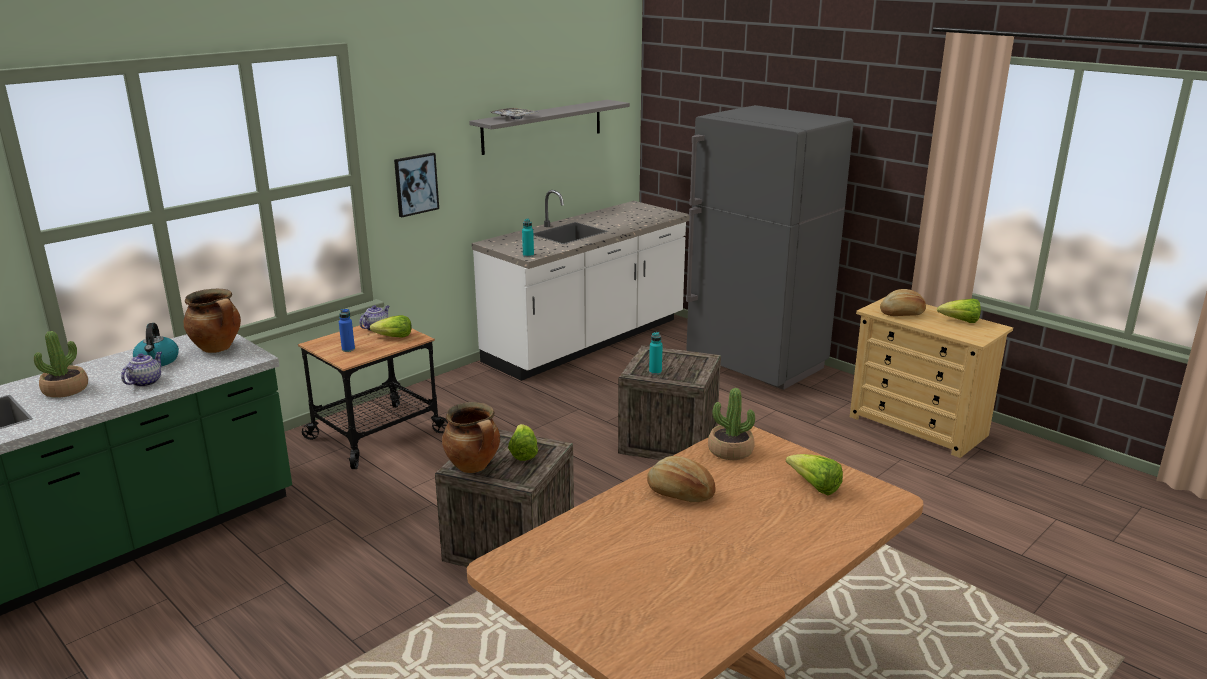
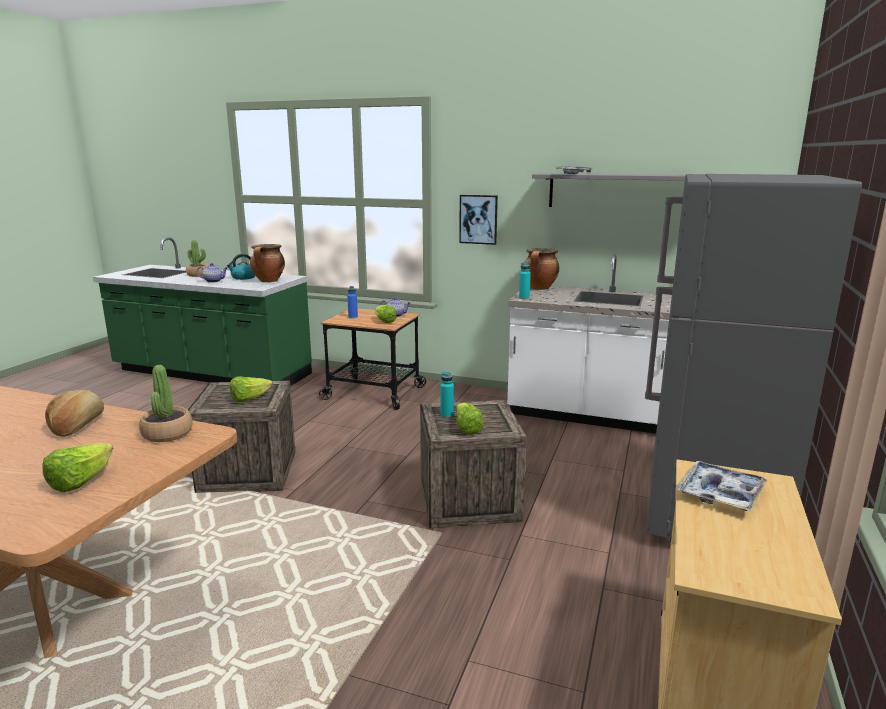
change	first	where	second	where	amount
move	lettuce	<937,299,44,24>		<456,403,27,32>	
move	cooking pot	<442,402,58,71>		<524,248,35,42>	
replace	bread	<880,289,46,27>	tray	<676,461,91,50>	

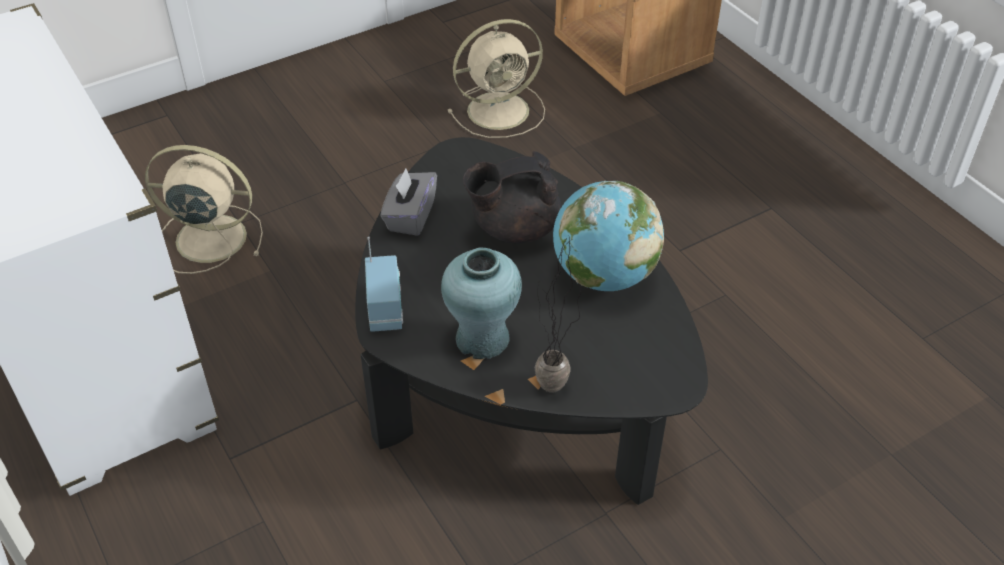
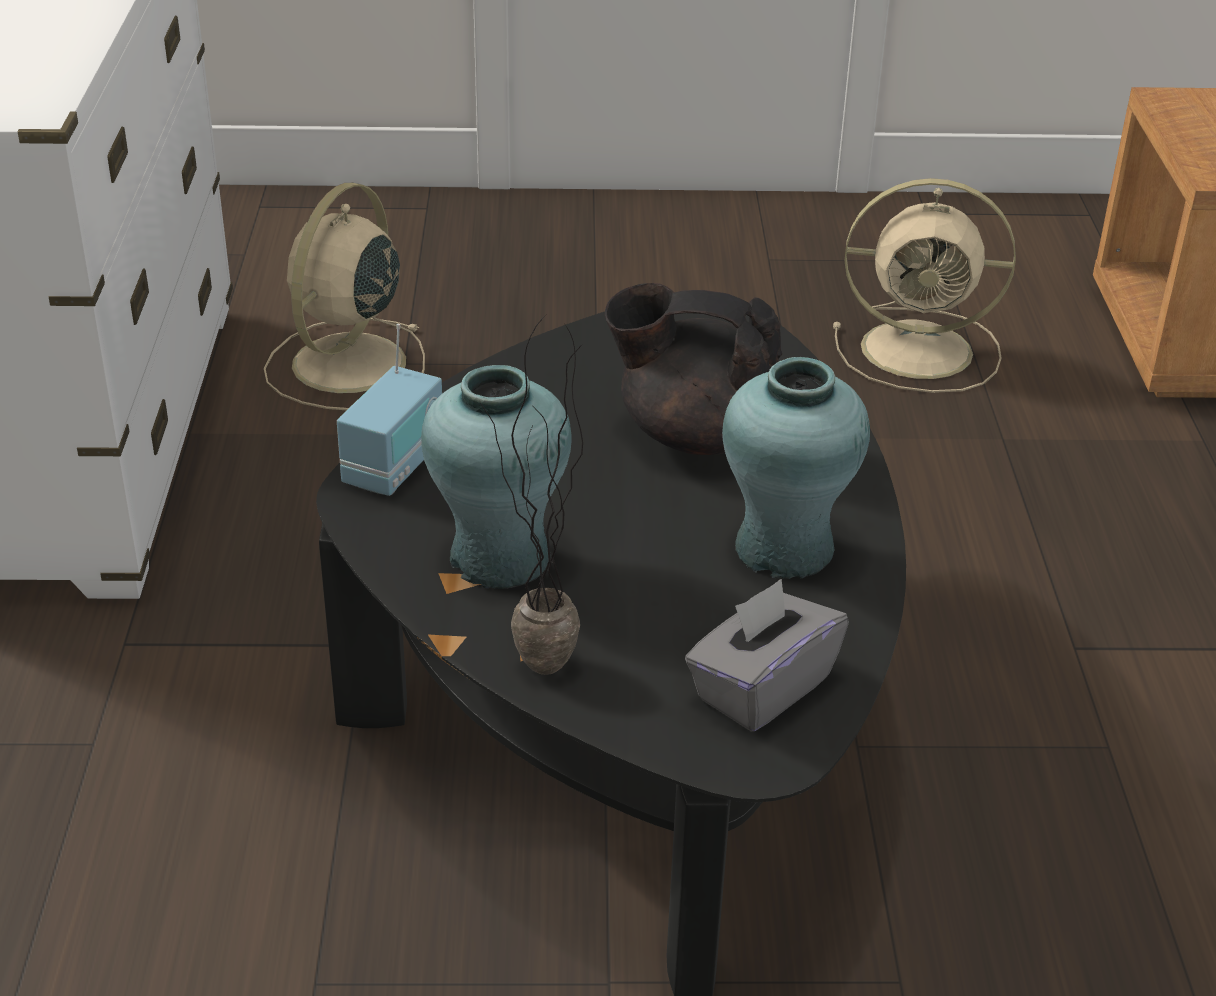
change	first	where	second	where	amount
rotate	beige fan	<145,145,118,129>		<264,183,161,227>	105 degrees counterclockwise
move	grey tissue box	<380,169,57,67>		<685,579,164,153>	
replace	globe	<553,180,111,111>	turquoise vase	<722,357,148,222>	

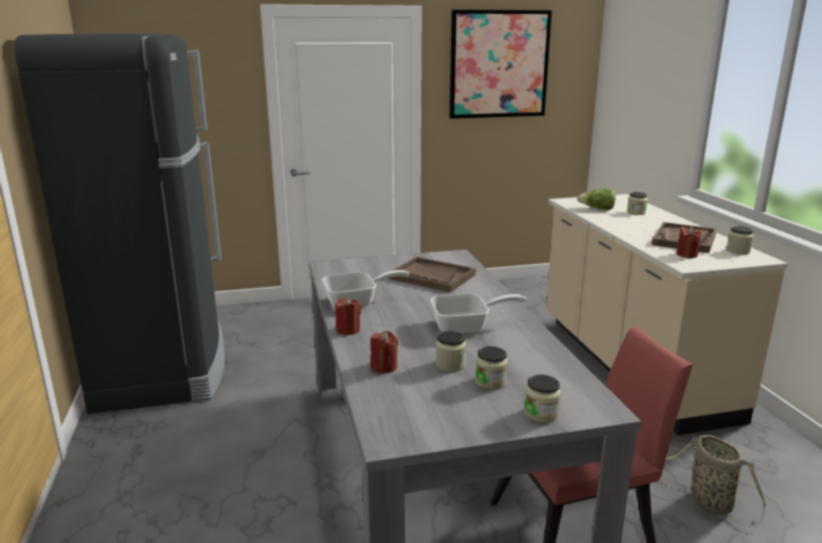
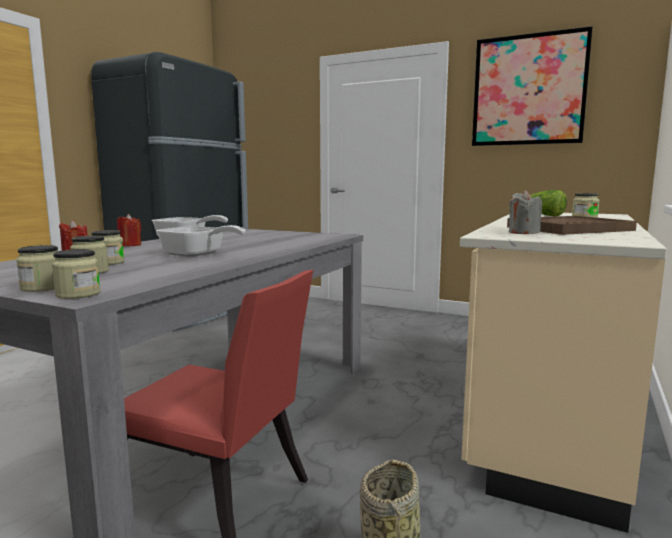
change	first	where	second	where	amount
move	jar	<726,226,27,29>		<52,249,48,50>	
recolor	red candle	<676,226,25,32>	grey candle	<509,190,33,44>	
delete	brown tray	<388,257,88,35>			

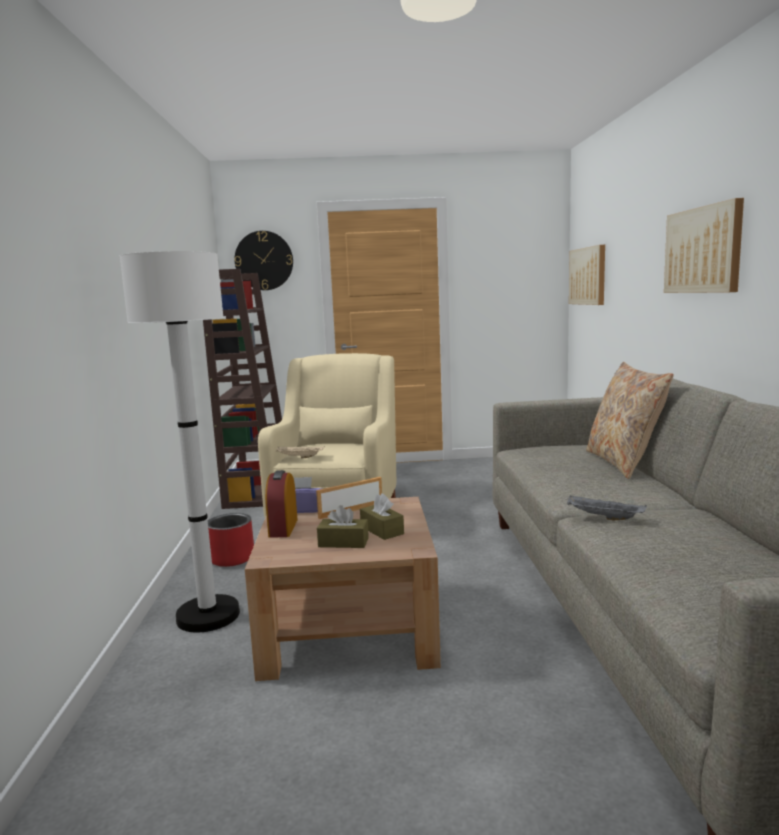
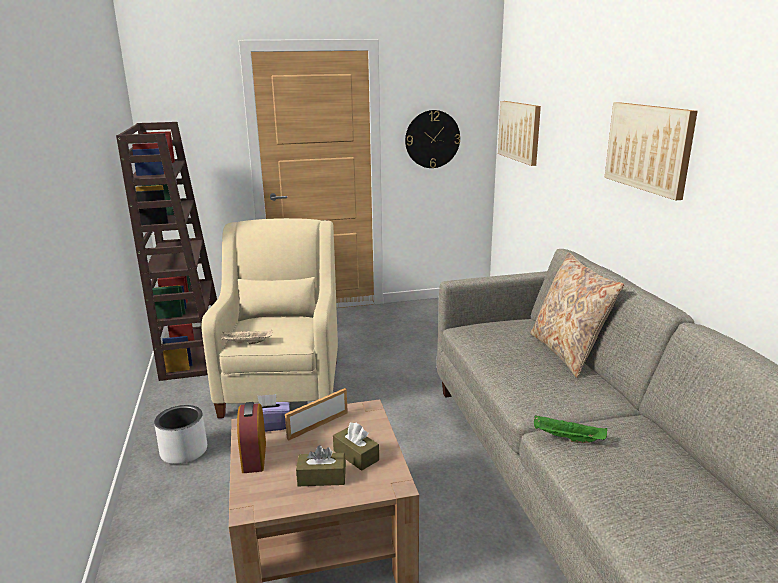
change	first	where	second	where	amount
recolor	red planter	<208,513,46,54>	white planter	<154,405,53,59>	
move	wall clock	<234,231,59,59>		<405,110,55,58>	
recolor	grey tray	<567,495,80,25>	green tray	<534,415,73,28>	
delete	white floor lamp	<120,251,120,382>			

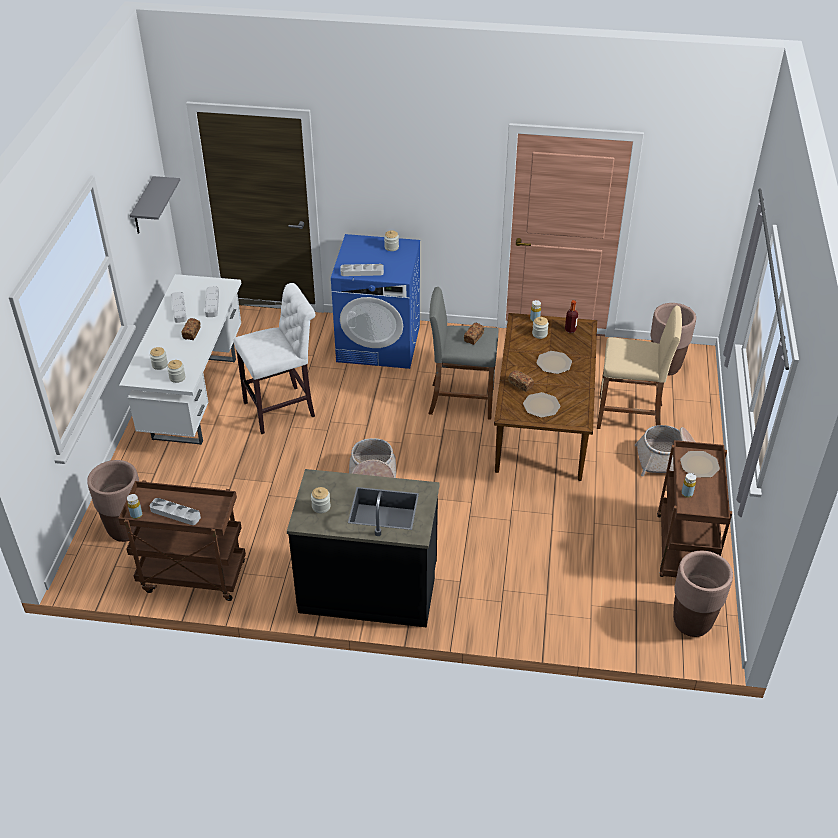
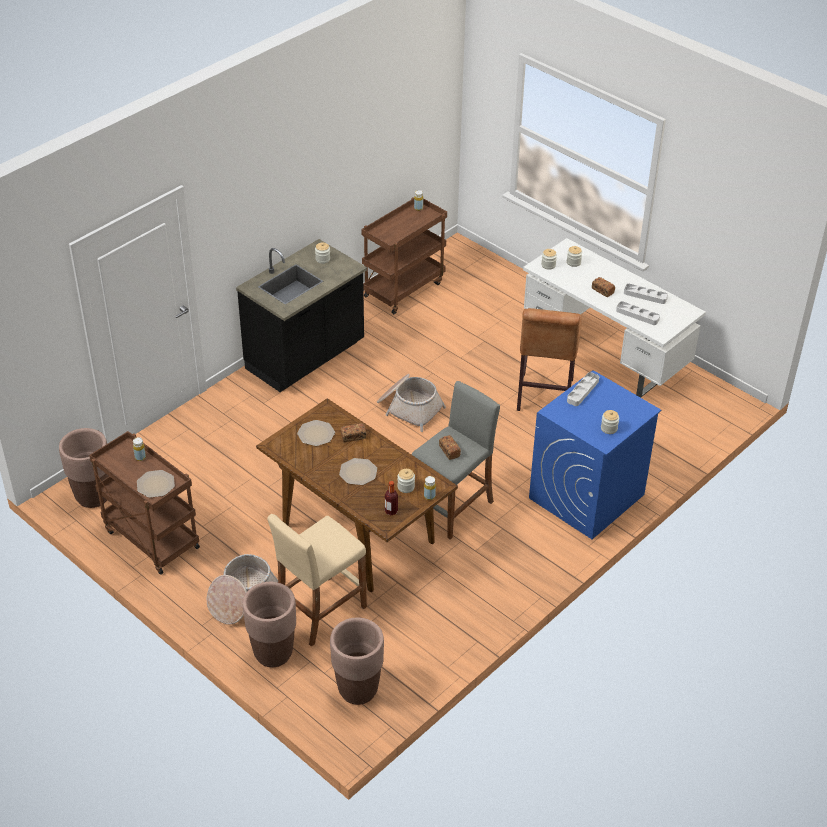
change	first	where	second	where	amount
move	brown planter	<87,460,52,82>		<243,582,53,85>	
recolor	white stool	<234,283,81,151>	brown stool	<517,308,65,103>	
delete	grey shelf	<130,176,50,58>			
delete	grey tray	<150,498,51,27>			

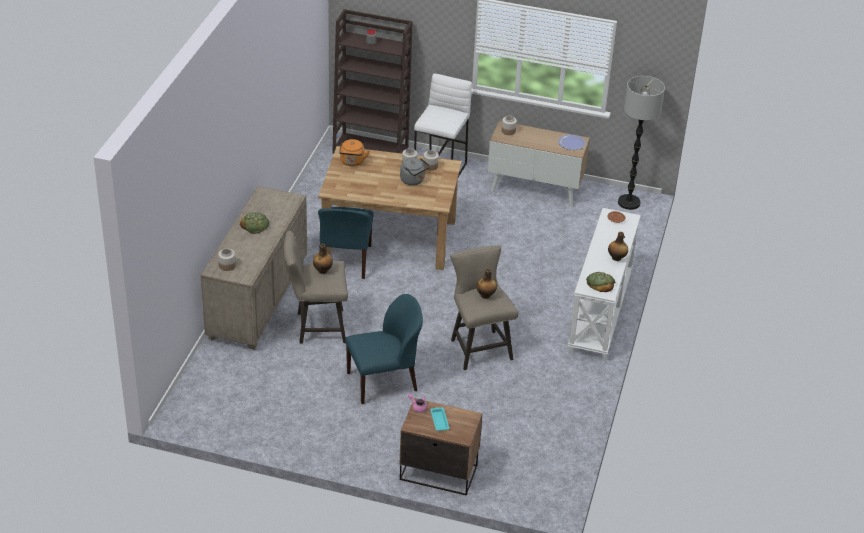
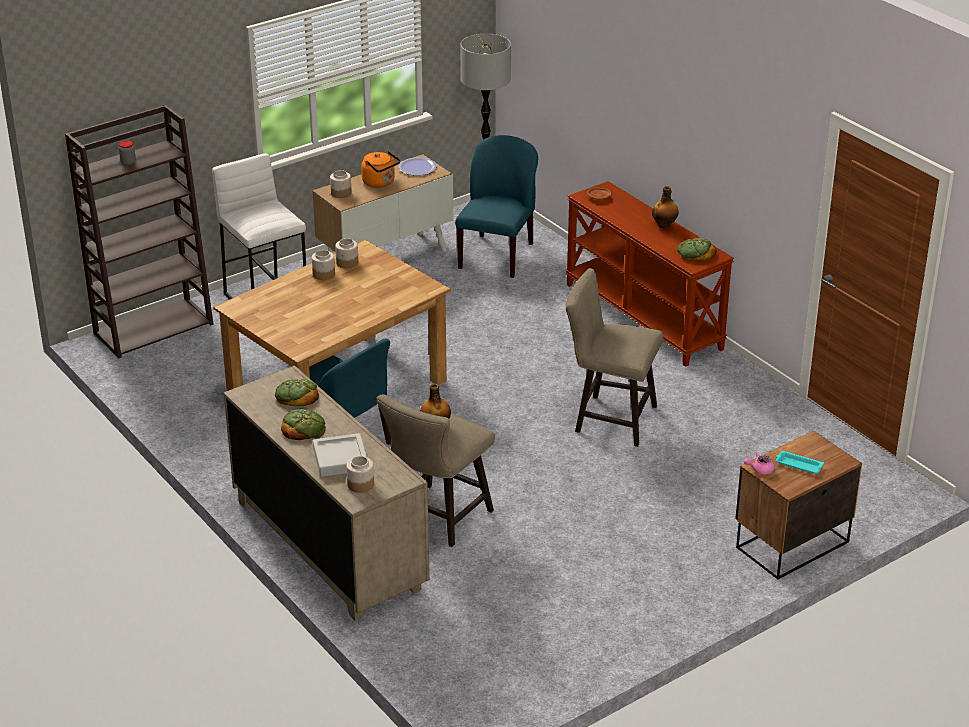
change	first	where	second	where	amount
insert			bread	<275,379,44,27>	
insert			grey tray	<313,433,54,44>	
move	orange kettle	<339,139,31,27>		<361,151,39,37>	
move	blue chair	<345,294,78,110>		<455,135,83,143>	
recolor	white console table	<568,208,73,154>	brown console table	<565,181,169,186>	
delete	grey kettle	<400,158,30,27>			
delete	bottle	<476,269,21,30>			

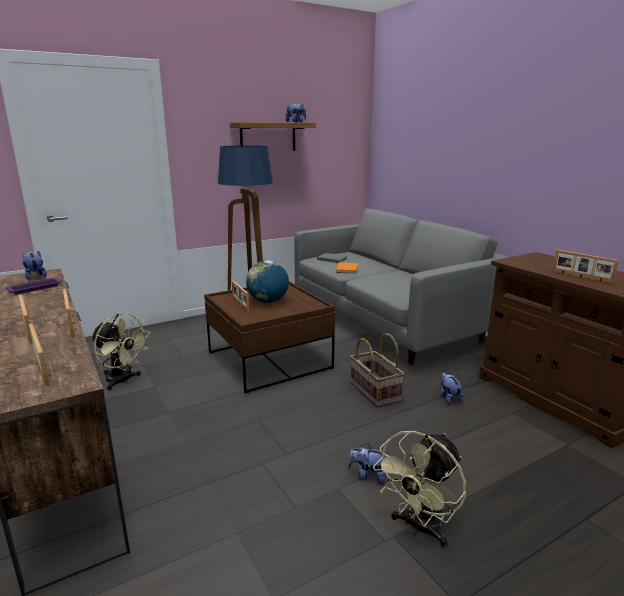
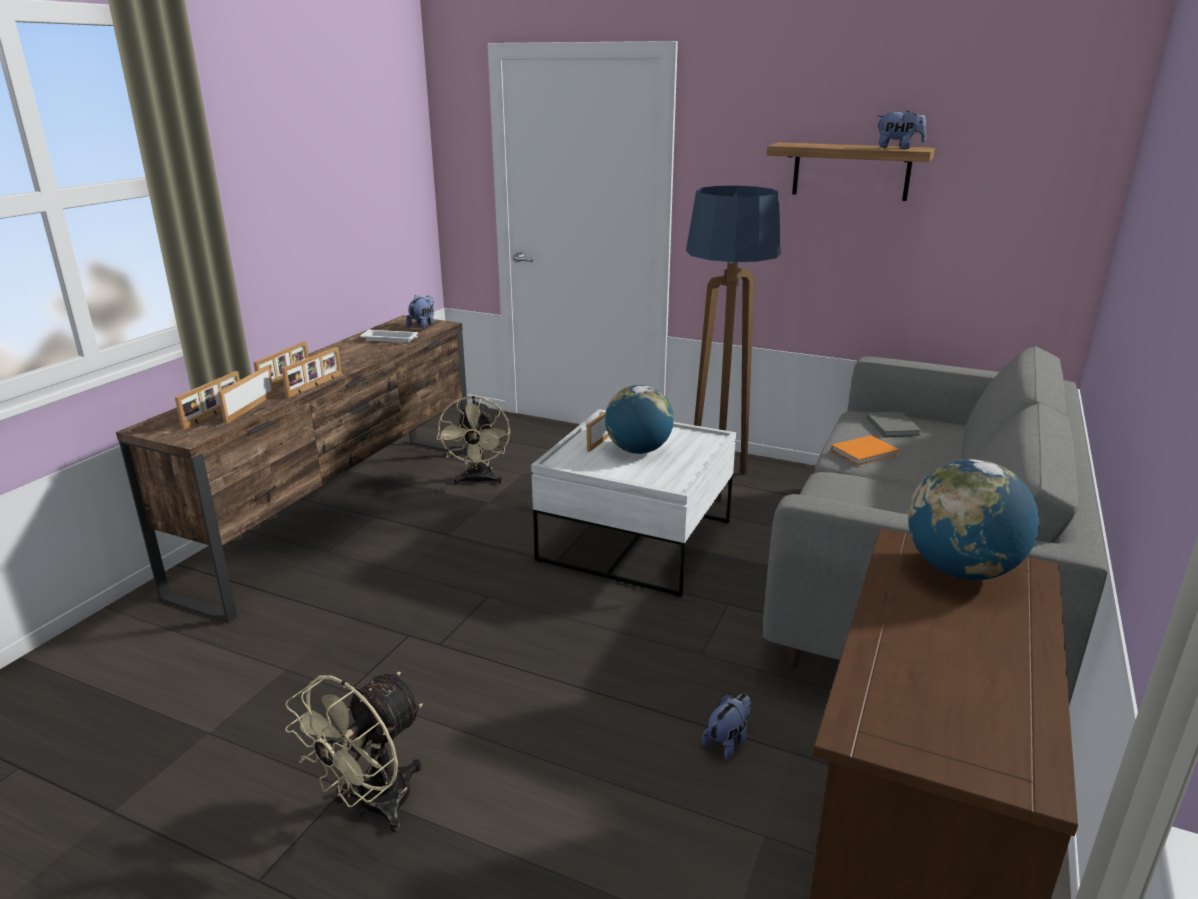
change	first	where	second	where	amount
move	picture frame	<552,250,67,34>		<218,366,56,58>	
rotate	beige fan	<373,431,93,117>		<285,672,138,161>	60 degrees counterclockwise
recolor	purple tray	<5,278,57,16>	white tray	<360,329,58,14>	
recolor	brown coffee table	<204,281,131,112>	white coffee table	<531,409,205,188>	
insert			globe	<908,459,131,121>	
delete	plush toy	<347,444,40,41>			
delete	basket	<350,333,54,75>			

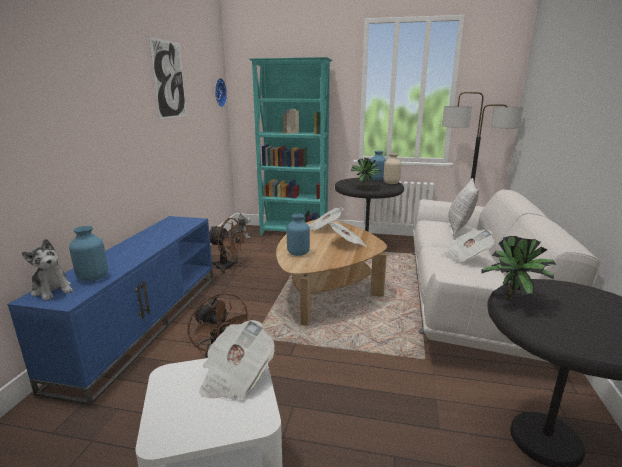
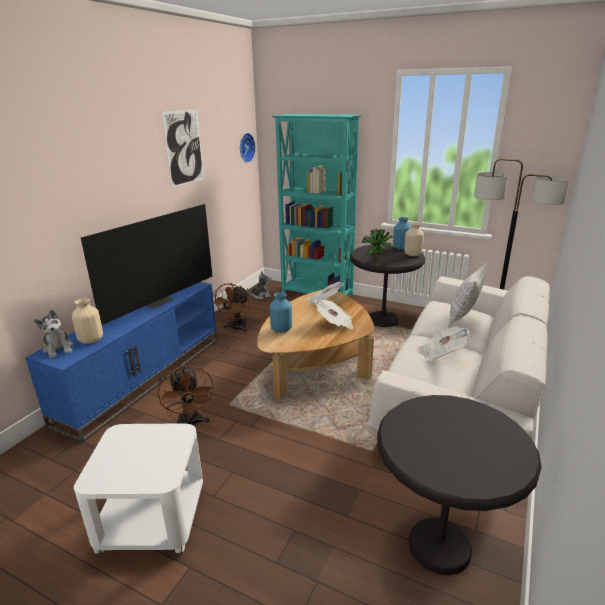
change	first	where	second	where	amount
recolor	blue vase	<69,226,39,55>	beige vase	<72,298,31,46>	
insert			television	<81,204,131,121>	
rotate	brown fan	<209,218,38,55>		<213,283,37,49>	75 degrees clockwise
delete	newspaper	<199,320,76,79>			
delete	potted plant	<481,236,75,64>			

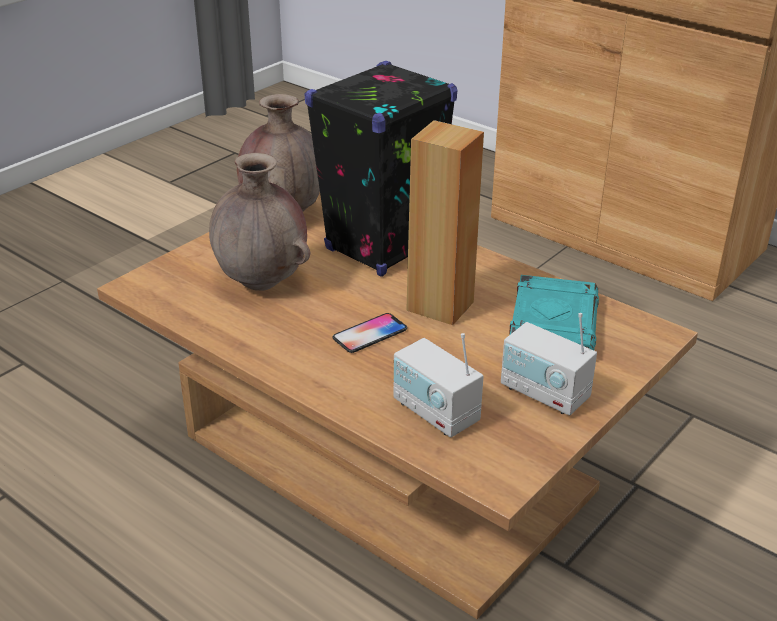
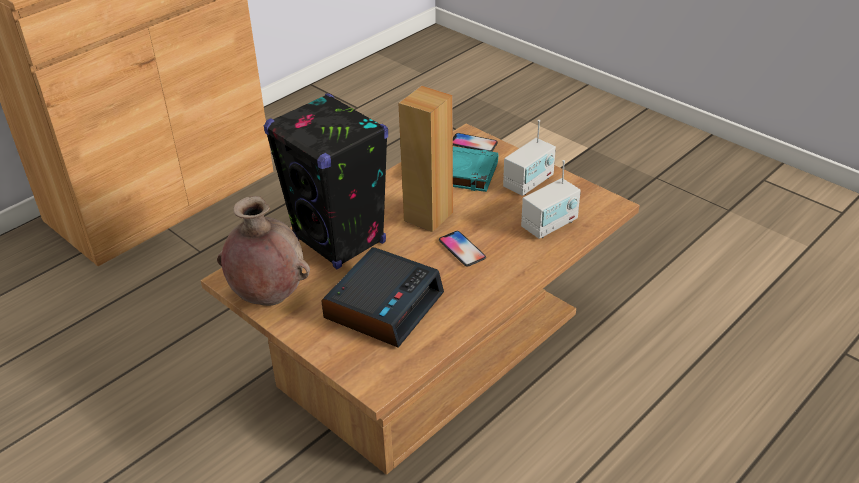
change	first	where	second	where	amount
replace	brown vase	<209,153,102,138>	alarm clock	<321,247,123,101>	
insert			phone	<453,133,45,19>	

